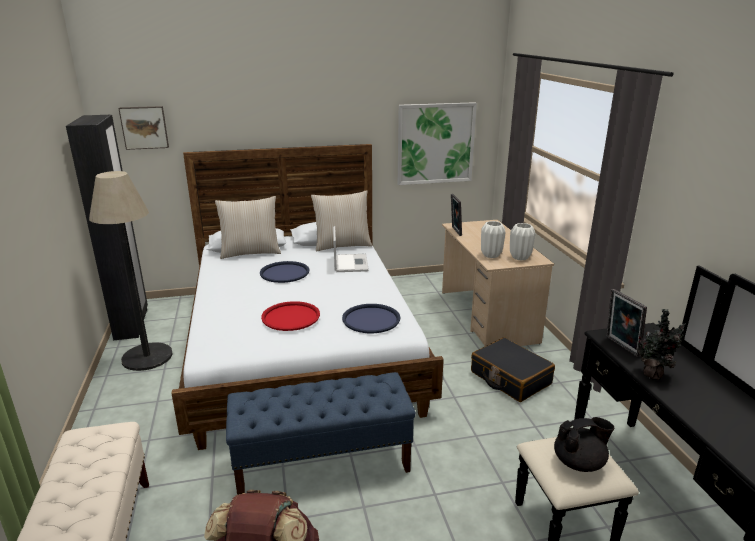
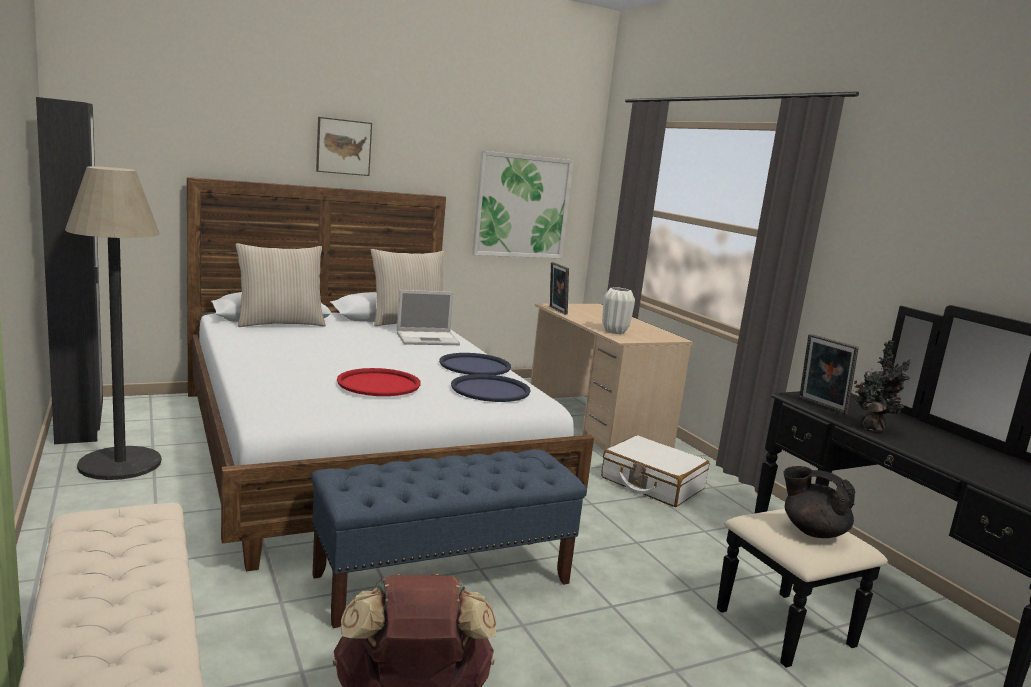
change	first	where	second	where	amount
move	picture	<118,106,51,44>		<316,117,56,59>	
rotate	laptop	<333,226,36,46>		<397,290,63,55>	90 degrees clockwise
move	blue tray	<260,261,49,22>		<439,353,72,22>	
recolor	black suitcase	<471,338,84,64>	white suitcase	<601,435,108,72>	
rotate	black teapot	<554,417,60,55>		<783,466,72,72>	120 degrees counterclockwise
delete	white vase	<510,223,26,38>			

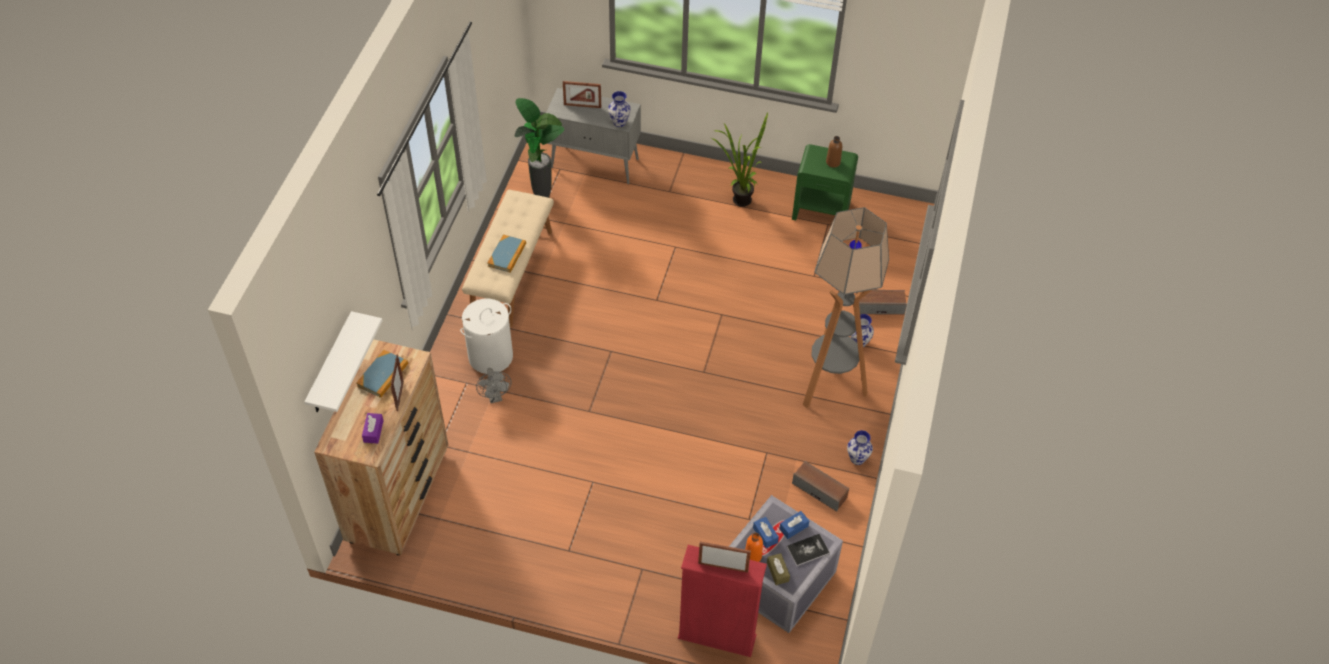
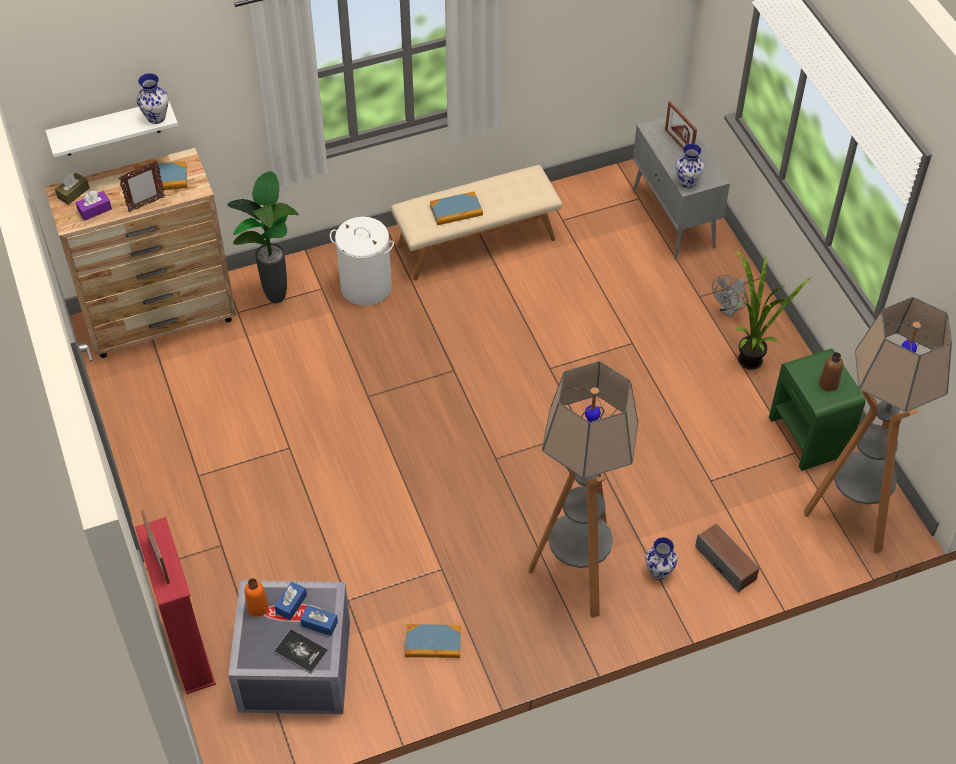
change	first	where	second	where	amount
move	brown tissue box	<767,553,23,32>		<55,173,35,32>	
move	vase	<847,430,26,35>		<136,73,33,51>	
move	potted plant	<515,98,49,100>		<227,171,72,132>	
replace	speaker	<792,461,57,51>	book	<405,624,56,34>	
move	grey fan	<476,368,35,35>		<712,275,36,43>	
insert			floor lamp	<804,297,148,257>	

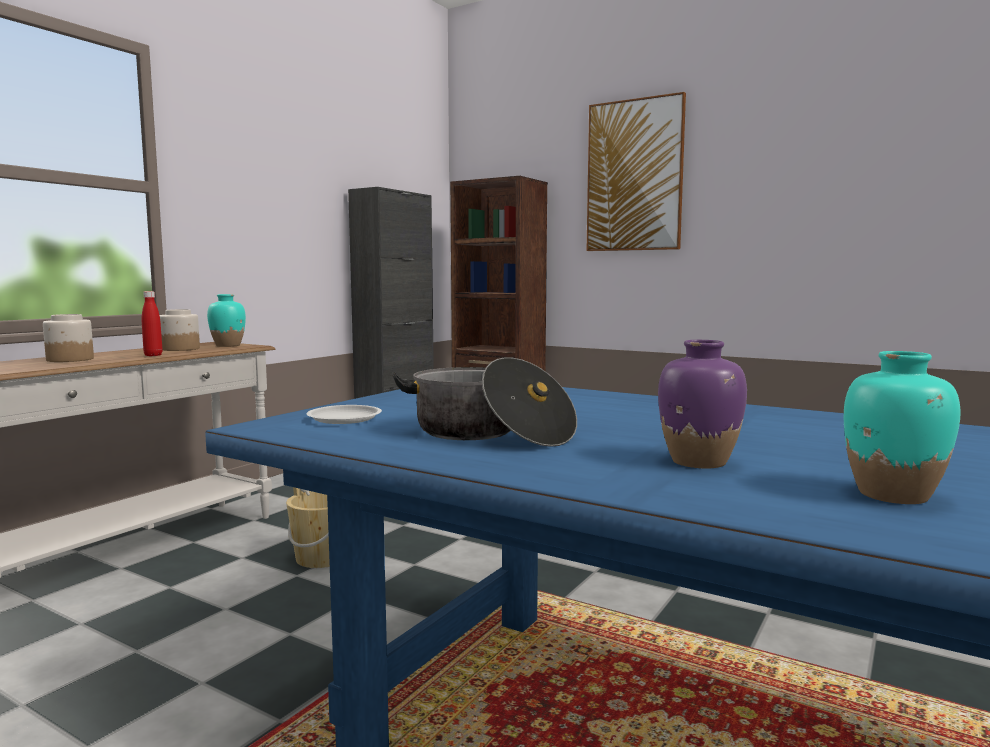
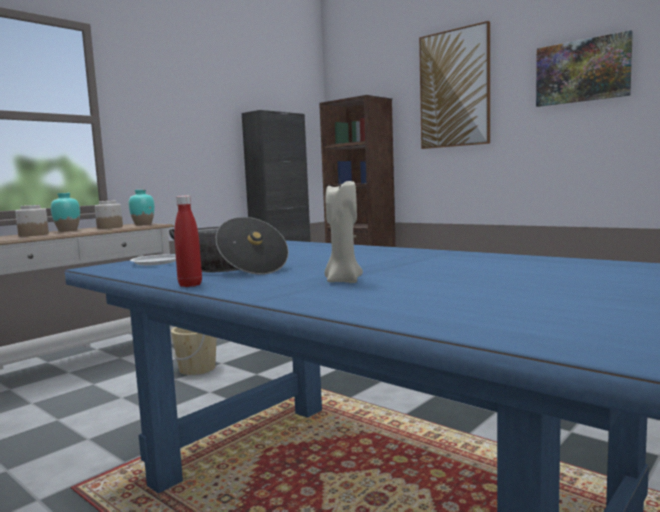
change	first	where	second	where	amount
move	turquoise vase	<844,351,117,153>		<51,193,29,39>	
move	red bottle	<142,291,20,65>		<174,196,28,91>	
replace	purple vase	<658,340,89,128>	beige candle	<325,181,38,102>	
insert			picture	<536,30,97,77>	

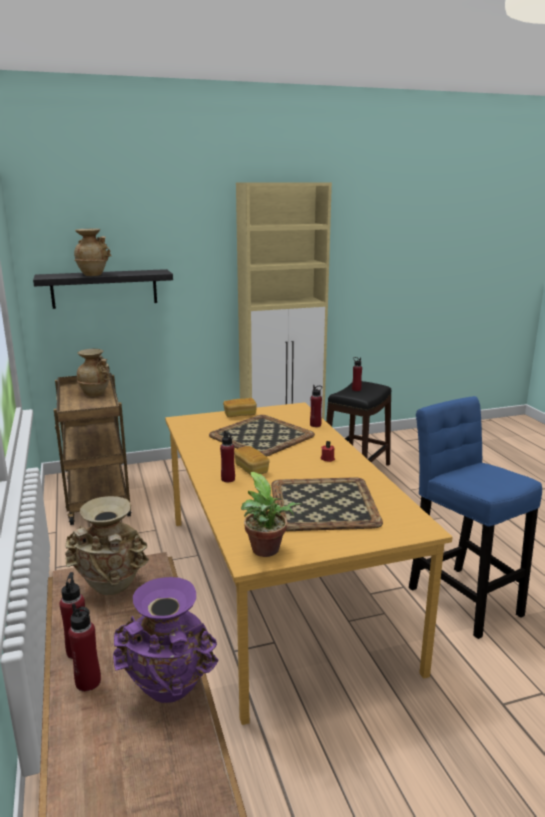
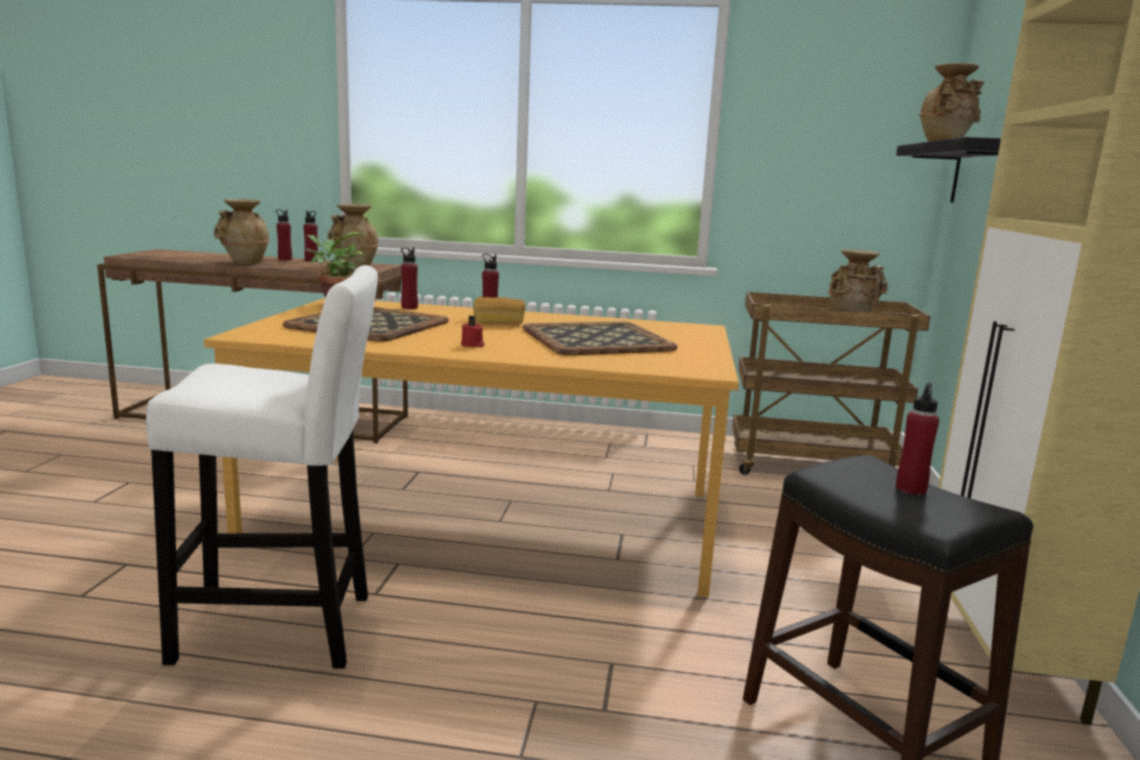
change	first	where	second	where	amount
recolor	blue stool	<409,396,133,243>	white stool	<146,265,232,404>	
recolor	purple vase	<113,577,105,126>	beige vase	<214,199,56,65>	
move	red bottle	<310,385,12,42>		<401,248,17,61>	
delete	bread	<223,398,34,19>			

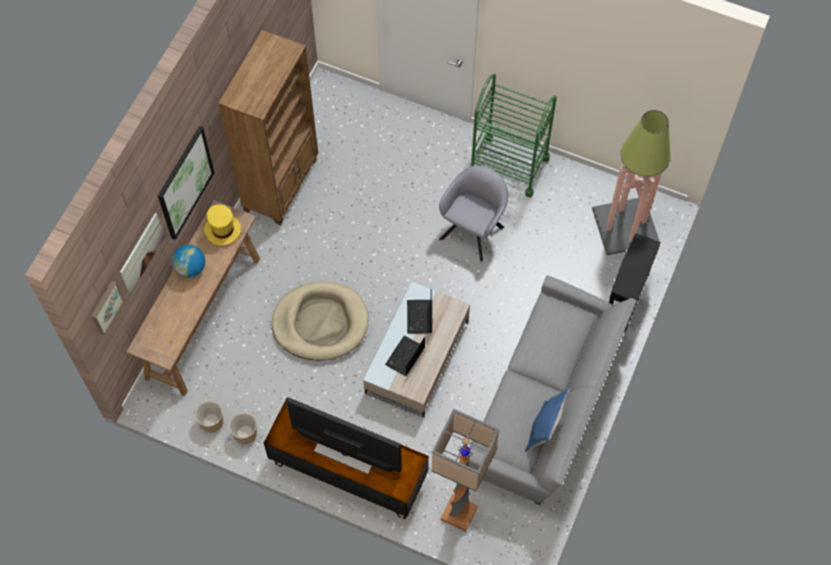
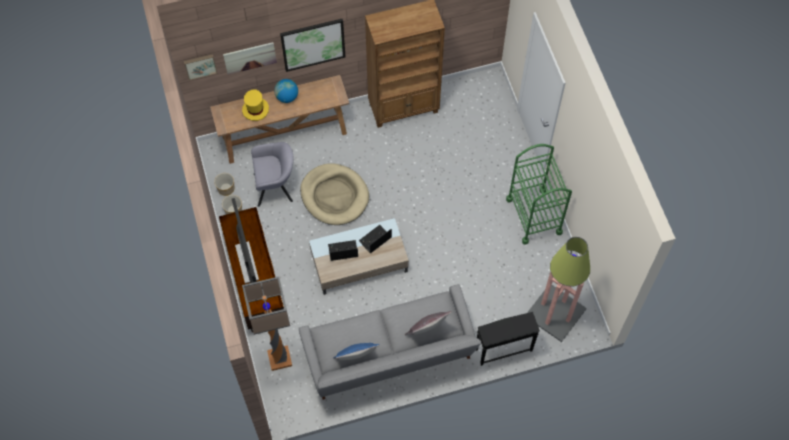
change	first	where	second	where	amount
move	yellow hat	<204,204,37,42>		<242,89,27,32>	
move	grey armchair	<439,166,69,96>		<251,142,42,65>	
insert			grey pillow	<405,311,47,24>	

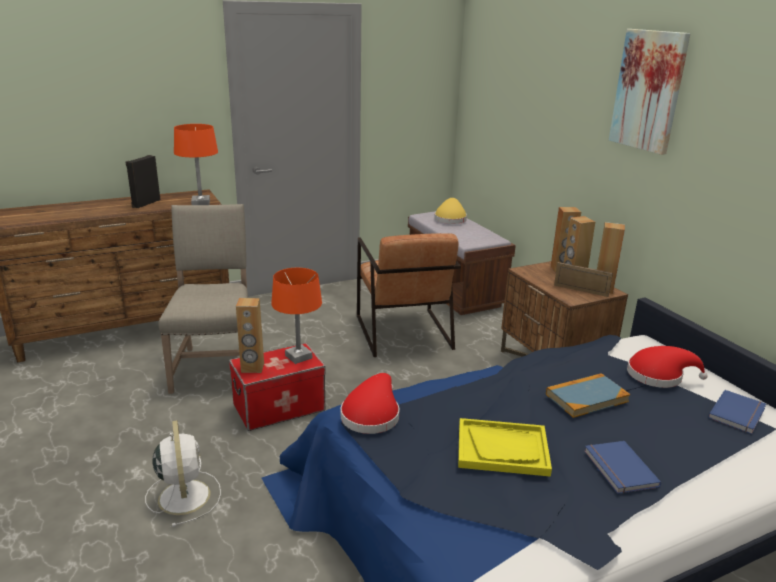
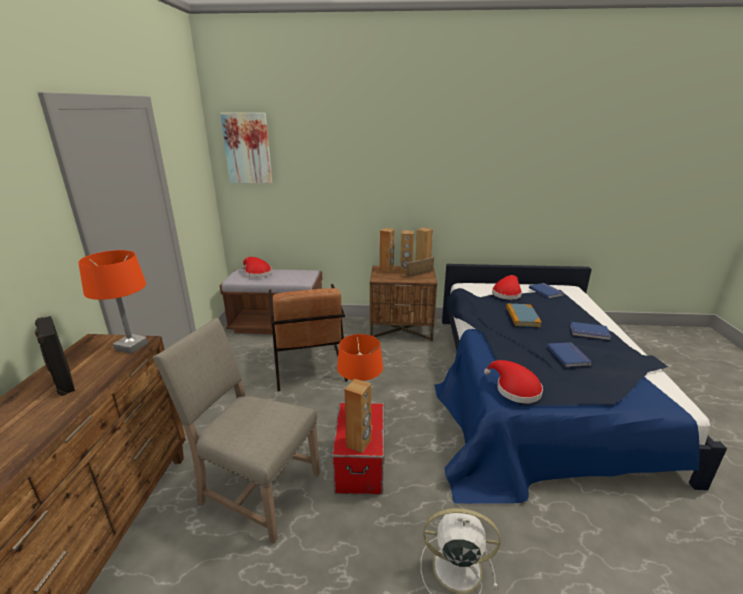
change	first	where	second	where	amount
move	picture	<609,29,82,126>		<220,113,52,70>	
recolor	yellow hat	<434,198,33,26>	red hat	<242,257,30,21>	
rotate	brown armchair	<357,233,104,124>		<269,284,79,107>	60 degrees clockwise
replace	yellow tray	<458,418,94,59>	blue book	<547,342,45,25>	

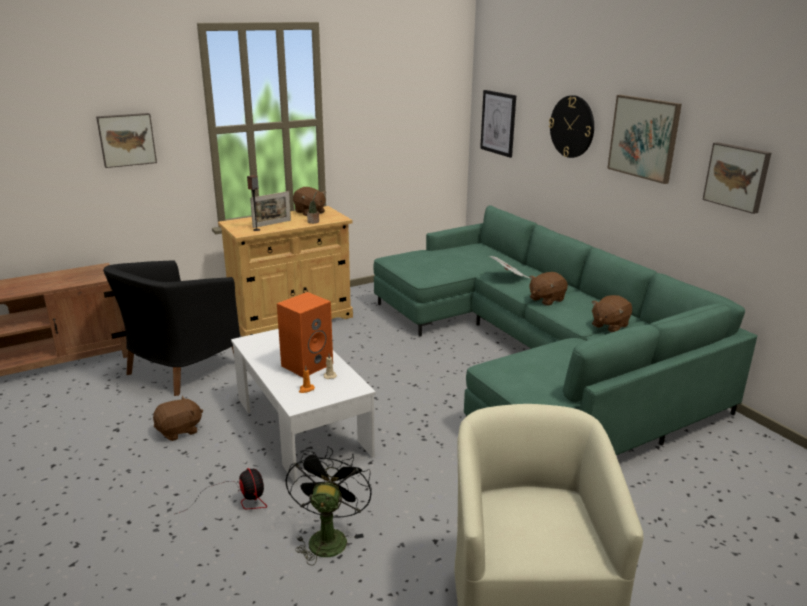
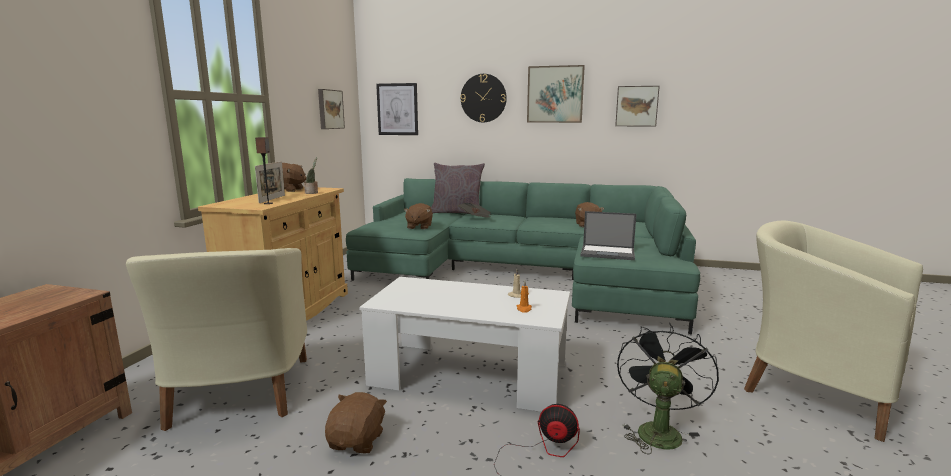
change	first	where	second	where	amount
recolor	black armchair	<103,260,137,136>	beige armchair	<126,248,181,183>	
move	picture	<96,113,61,55>		<318,89,27,40>	
move	brown plush toy	<529,272,39,34>		<404,203,29,26>	
insert			grey pillow	<431,163,54,51>	
insert			laptop	<580,211,57,49>	
rotate	black fan	<285,446,87,120>		<617,323,102,132>	60 degrees clockwise
delete	orange speaker	<277,292,56,85>			

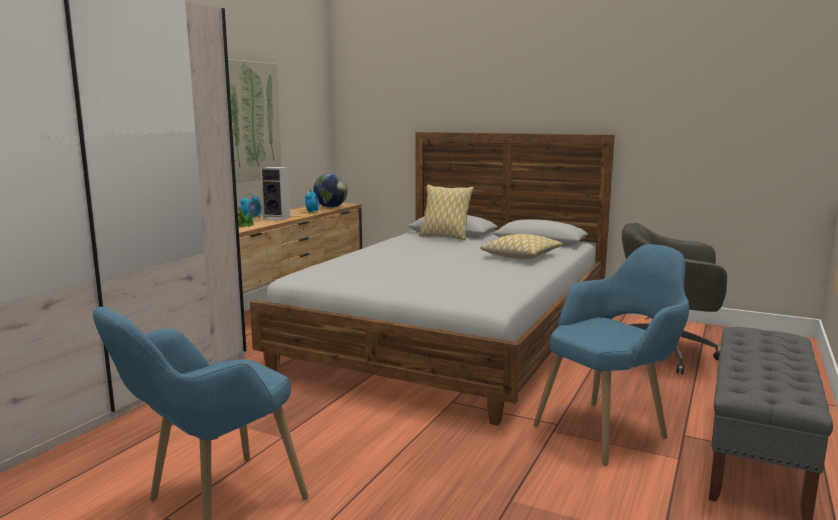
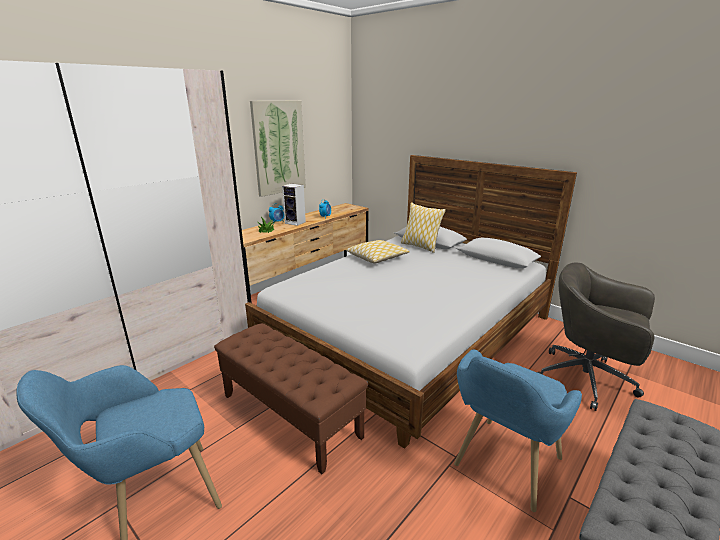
change	first	where	second	where	amount
insert			brown bench	<214,323,154,151>	
move	pillow	<480,234,82,25>		<346,240,64,23>	
rotate	blue armchair	<533,244,156,222>		<454,349,128,163>	150 degrees clockwise
delete	globe	<313,173,35,35>			

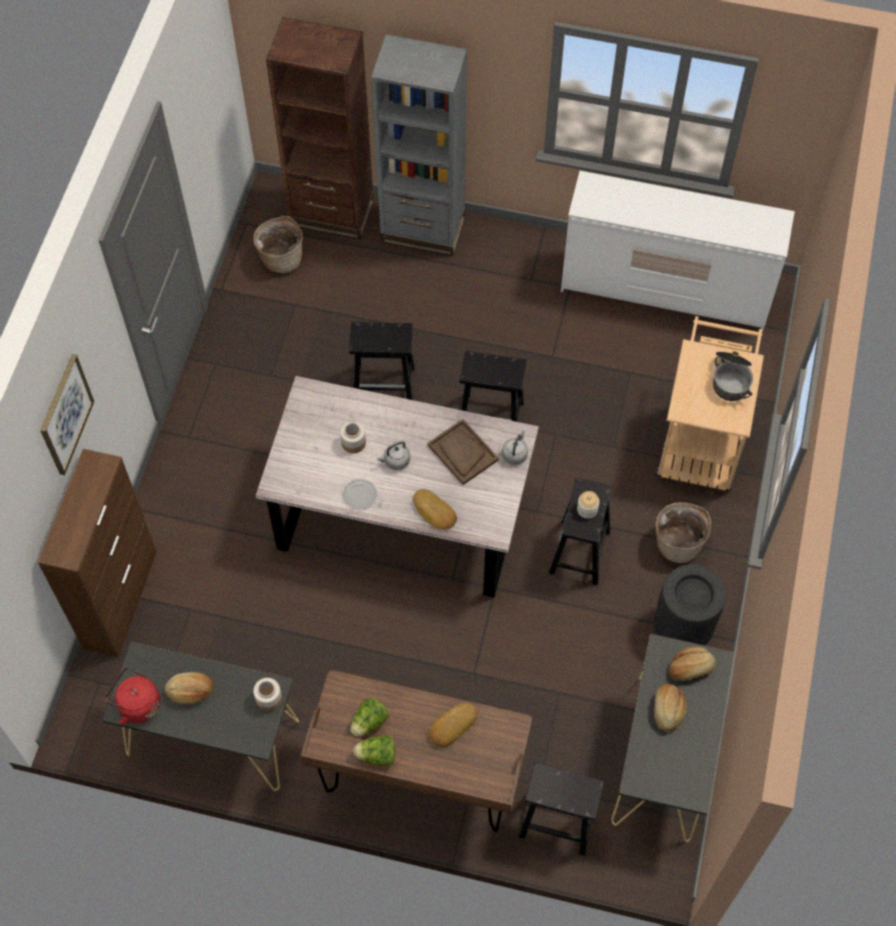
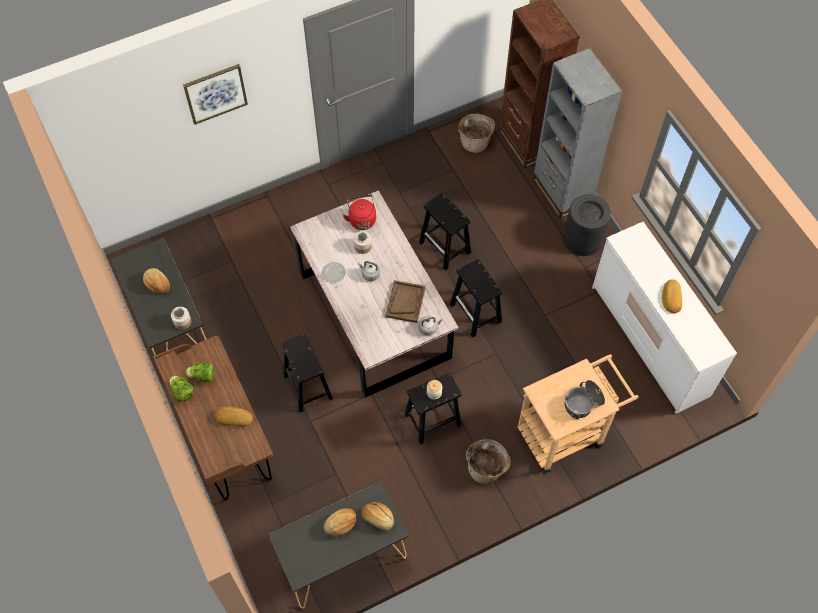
change	first	where	second	where	amount
move	black stool	<519,763,85,93>		<282,334,51,78>	
move	red kettle	<105,667,56,58>		<343,195,33,35>	
move	black trash can	<653,564,73,81>		<563,194,48,62>	
move	bread	<413,489,44,41>		<662,280,20,33>	
delete	brown cabinet	<38,449,119,208>			

